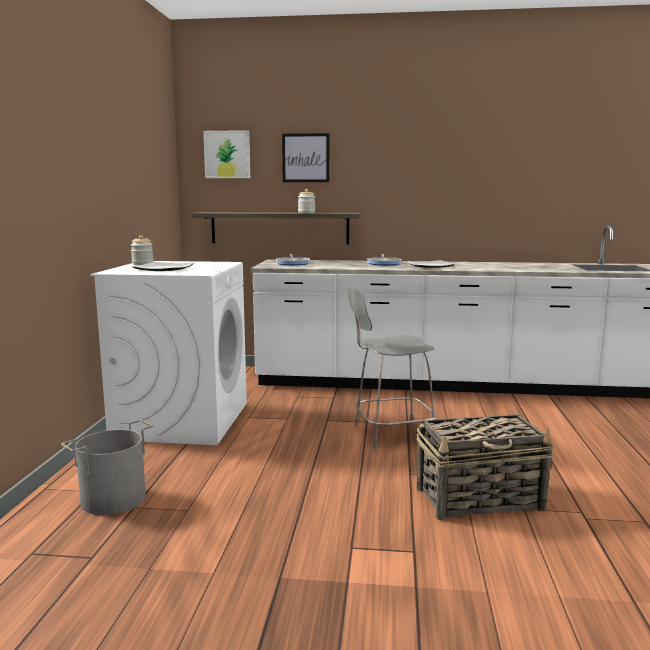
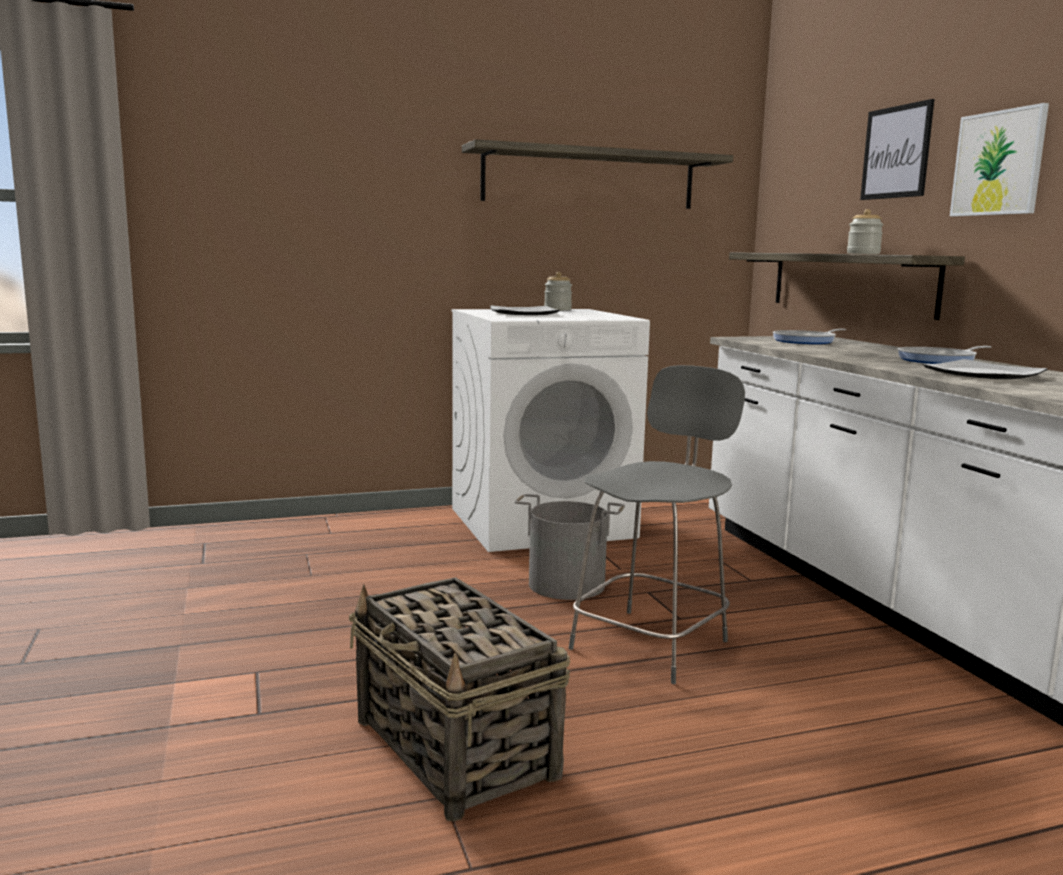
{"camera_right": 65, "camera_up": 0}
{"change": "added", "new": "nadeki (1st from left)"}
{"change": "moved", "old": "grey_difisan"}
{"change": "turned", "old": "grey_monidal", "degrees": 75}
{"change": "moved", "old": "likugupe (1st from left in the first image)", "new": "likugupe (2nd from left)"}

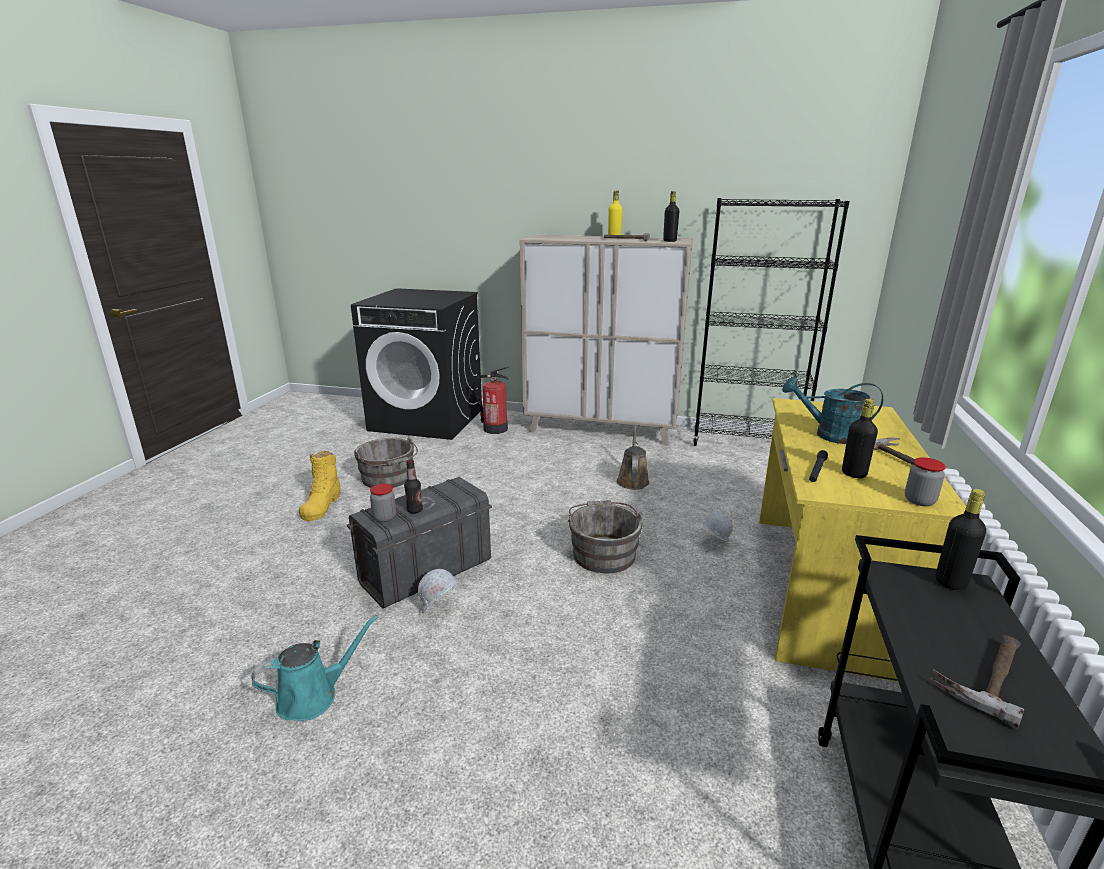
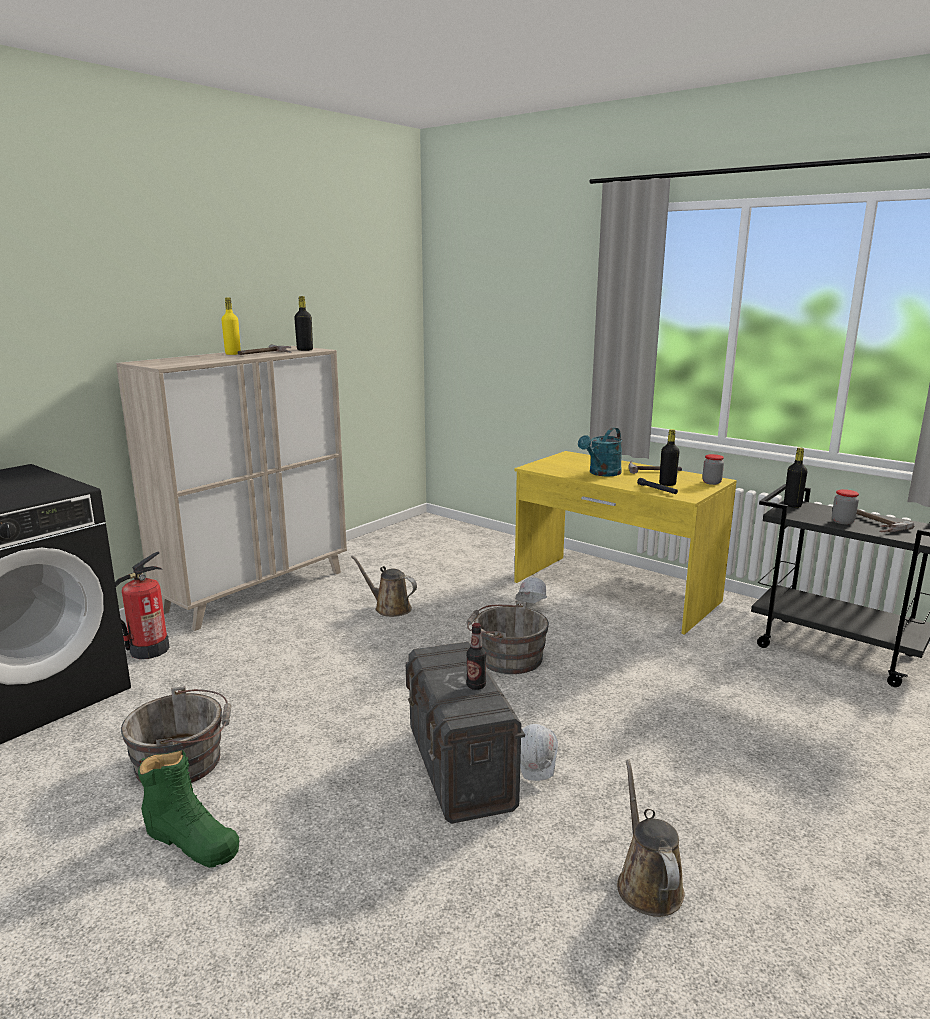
{"camera_right": -65, "camera_up": -5}
{"change": "recoloured", "old": "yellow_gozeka", "new": "green_gozeka"}
{"change": "recoloured", "old": "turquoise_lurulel (1st from left)", "new": "brown_lurulel (2nd from left)"}
{"change": "moved", "old": "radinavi (1st from left in the first image)", "new": "radinavi (2nd from left)"}
{"change": "removed", "old": "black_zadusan"}

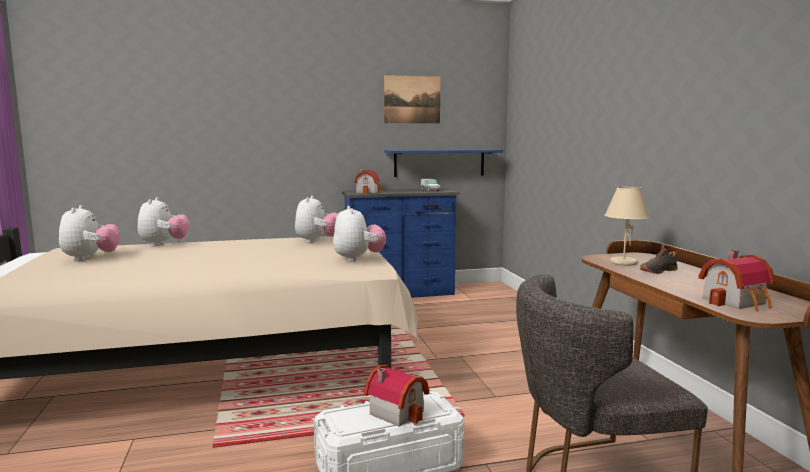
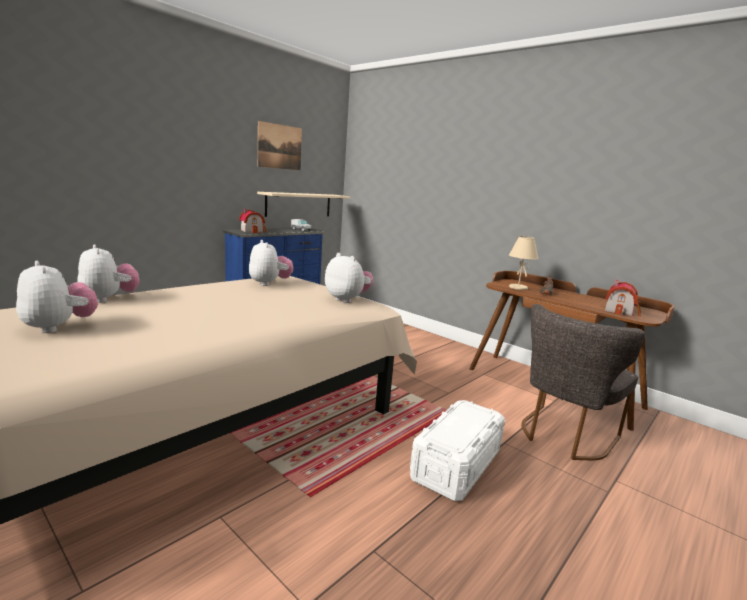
{"camera_right": -35, "camera_up": 5}
{"change": "recoloured", "old": "blue_nadeki", "new": "beige_nadeki"}
{"change": "removed", "old": "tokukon (2nd from left)"}

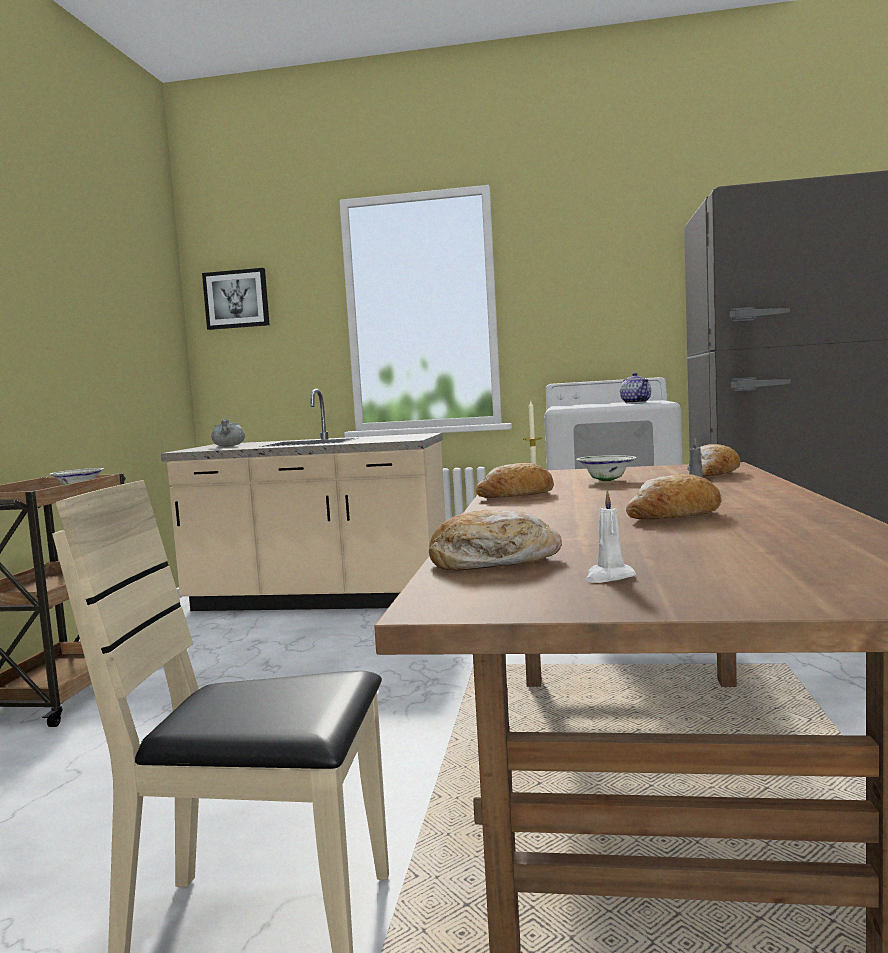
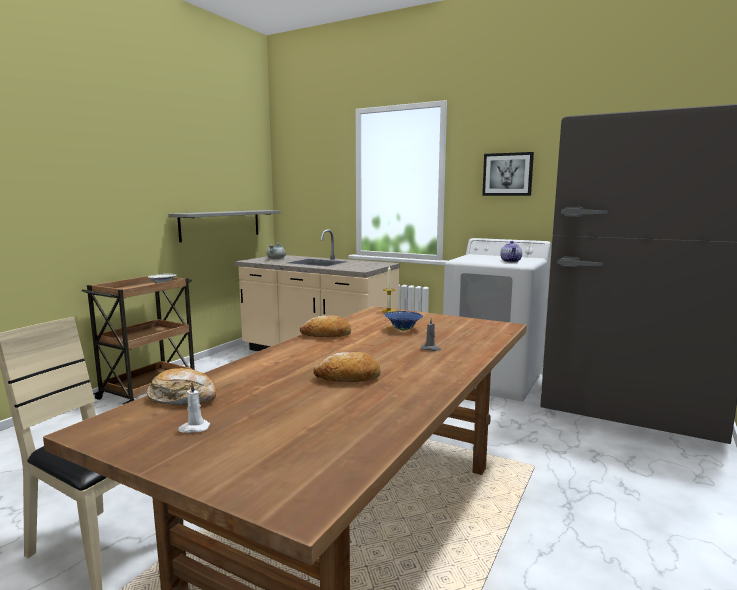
{"camera_right": 20, "camera_up": 5}
{"change": "added", "new": "grey_nadeki"}
{"change": "recoloured", "old": "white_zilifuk (2nd from left)", "new": "blue_zilifuk"}
{"change": "moved", "old": "likugupe"}
{"change": "removed", "old": "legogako (4th from left)"}

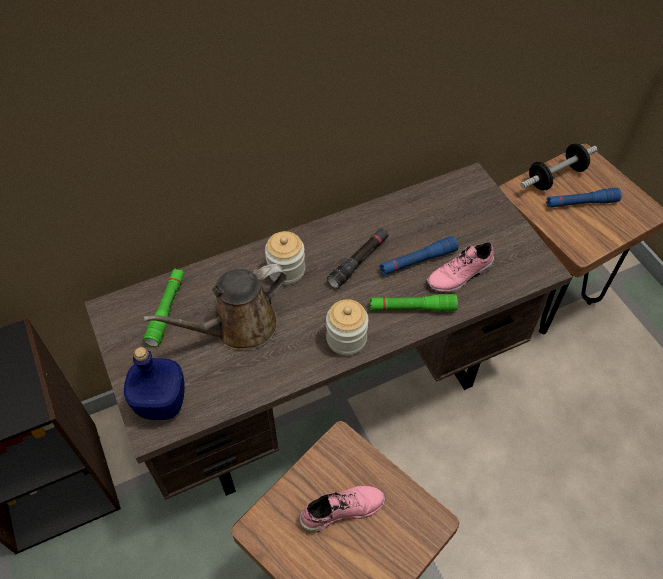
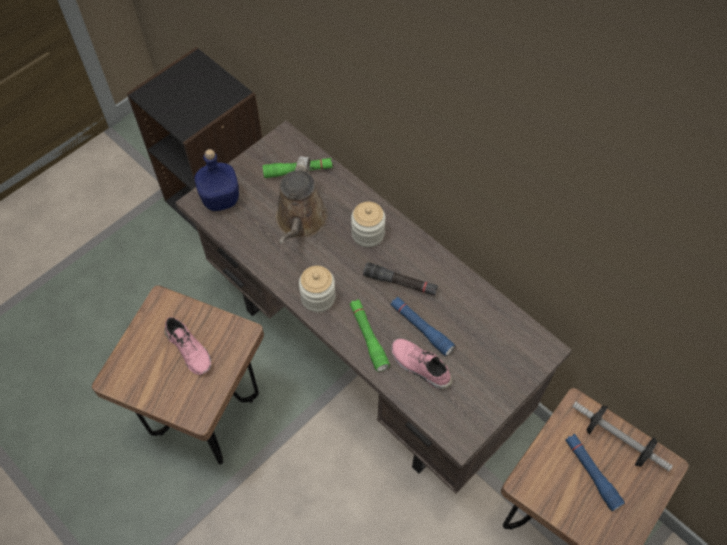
{"camera_right": 70, "camera_up": 5}
{"change": "turned", "old": "brown_lurulel", "degrees": -120}

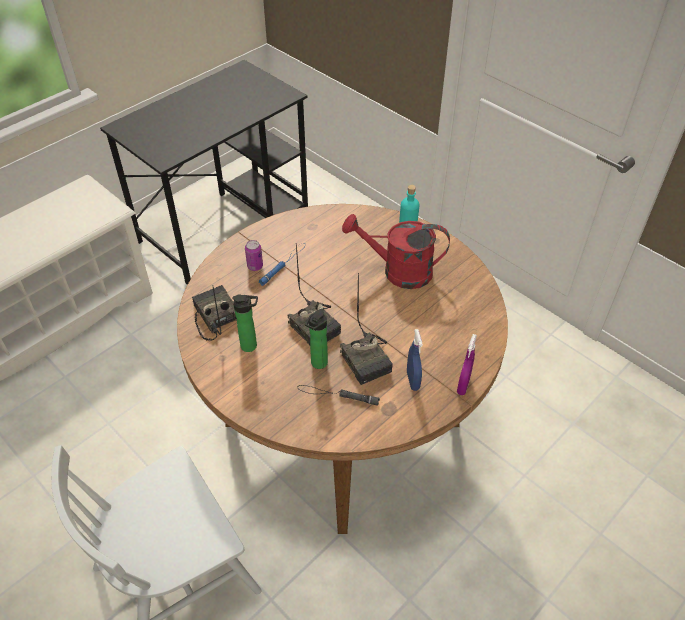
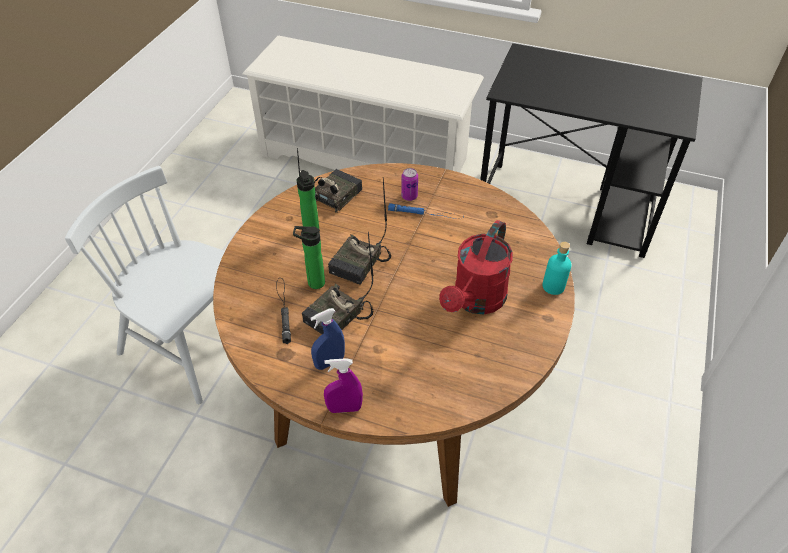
{"camera_right": 65, "camera_up": 0}
{"change": "turned", "old": "red_lurulel", "degrees": -135}

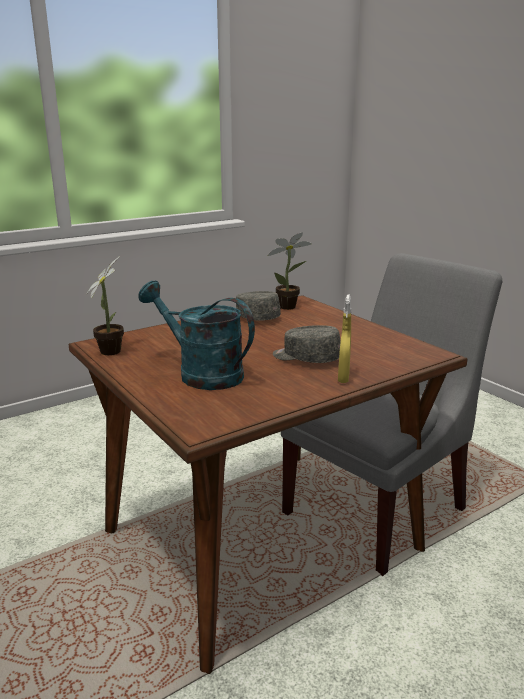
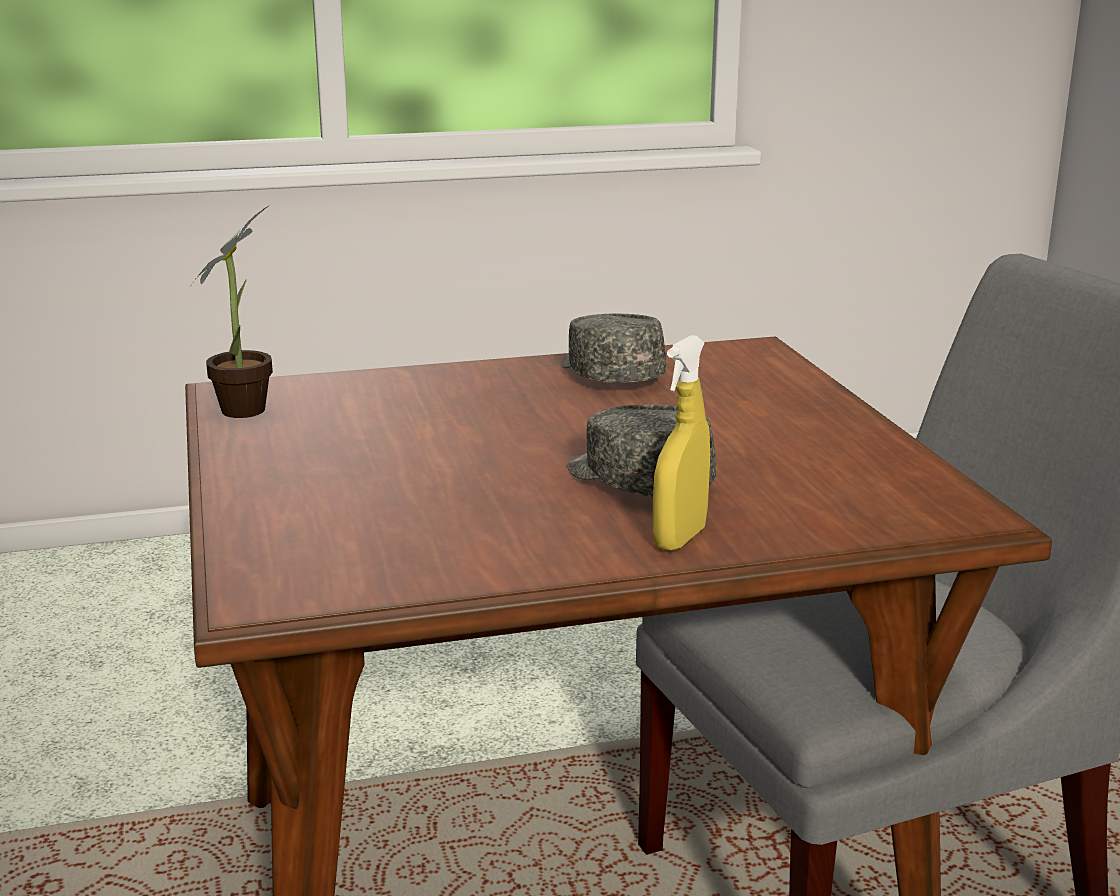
{"camera_right": 20, "camera_up": 0}
{"change": "removed", "old": "turquoise_lurulel"}
{"change": "removed", "old": "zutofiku (2nd from left)"}

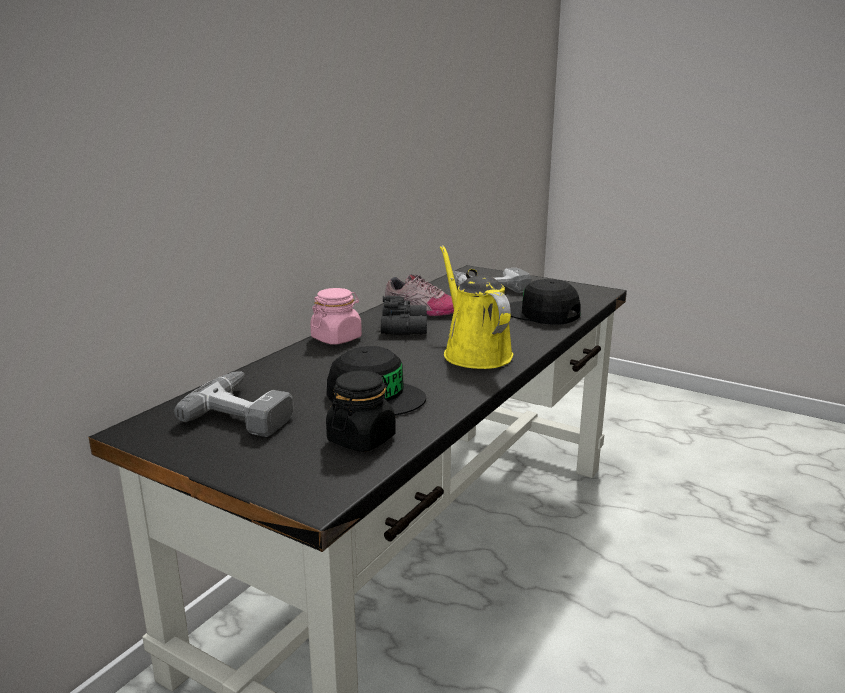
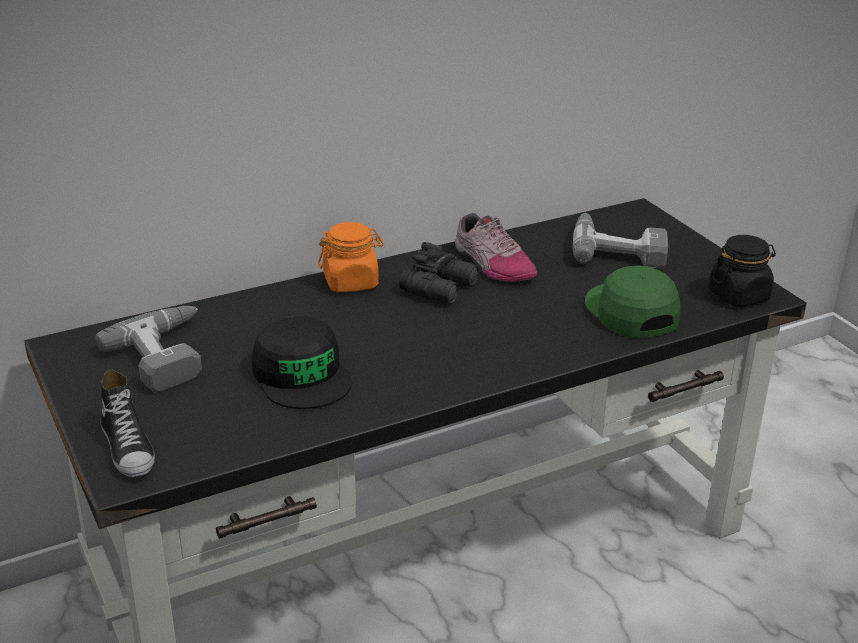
{"camera_right": 30, "camera_up": 10}
{"change": "added", "new": "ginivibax (1st from left)"}
{"change": "recoloured", "old": "pink_radinavi", "new": "orange_radinavi"}
{"change": "recoloured", "old": "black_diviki (2nd from left)", "new": "green_diviki"}
{"change": "moved", "old": "black_radinavi"}
{"change": "removed", "old": "yellow_lurulel"}

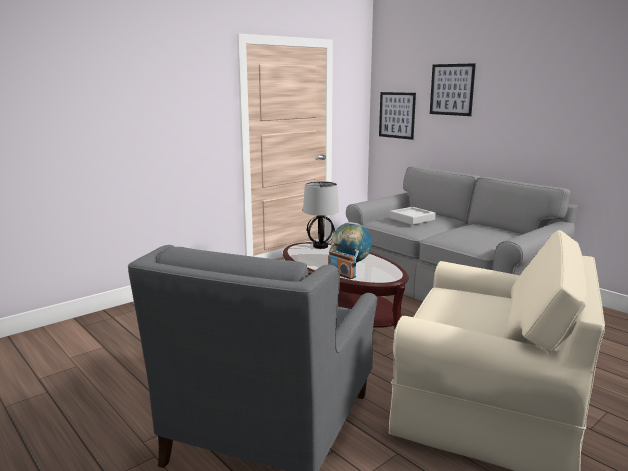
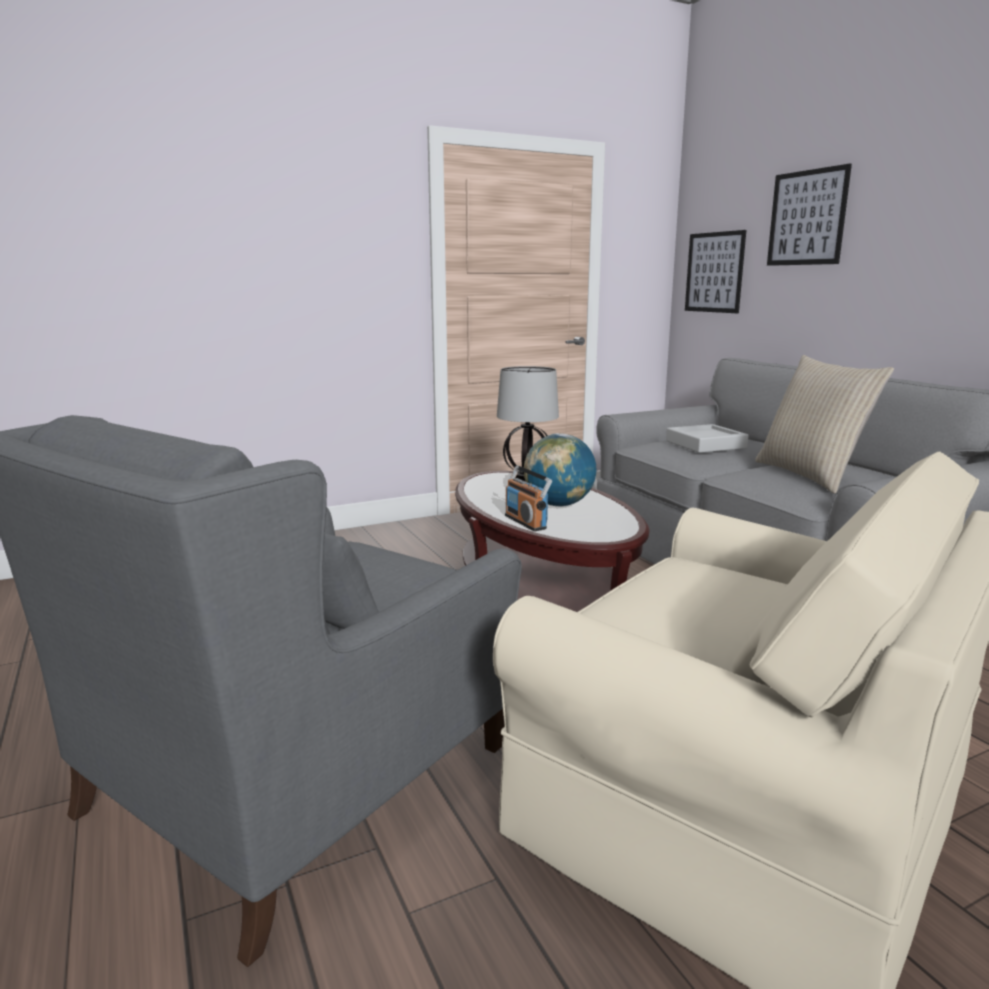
{"camera_right": 15, "camera_up": 0}
{"change": "added", "new": "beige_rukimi"}

